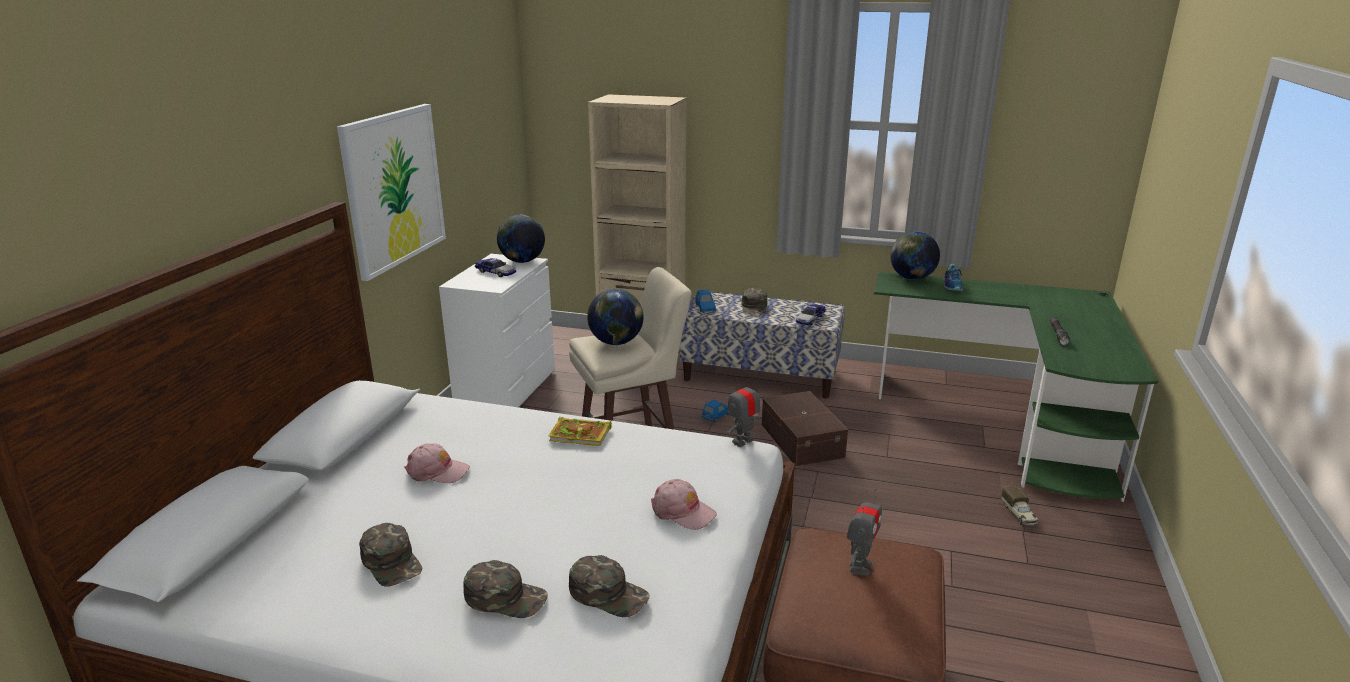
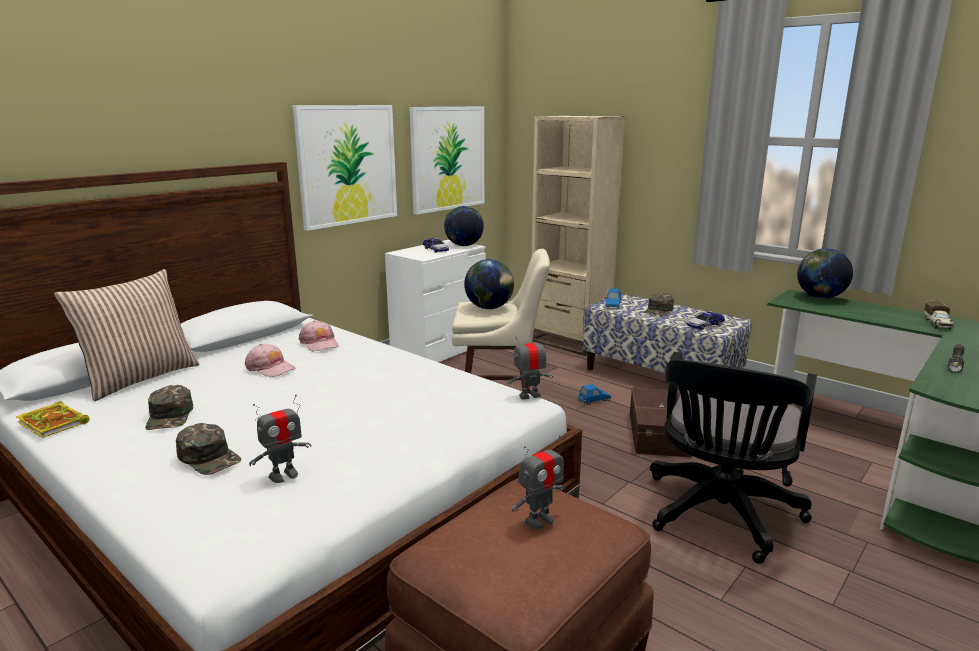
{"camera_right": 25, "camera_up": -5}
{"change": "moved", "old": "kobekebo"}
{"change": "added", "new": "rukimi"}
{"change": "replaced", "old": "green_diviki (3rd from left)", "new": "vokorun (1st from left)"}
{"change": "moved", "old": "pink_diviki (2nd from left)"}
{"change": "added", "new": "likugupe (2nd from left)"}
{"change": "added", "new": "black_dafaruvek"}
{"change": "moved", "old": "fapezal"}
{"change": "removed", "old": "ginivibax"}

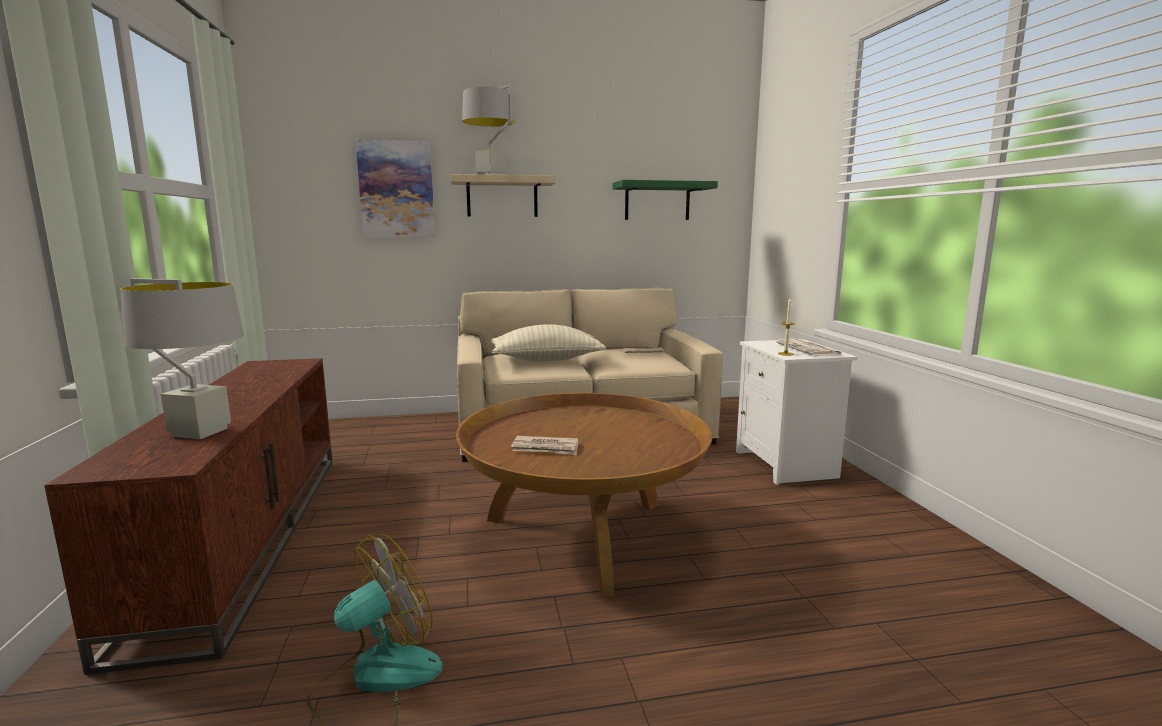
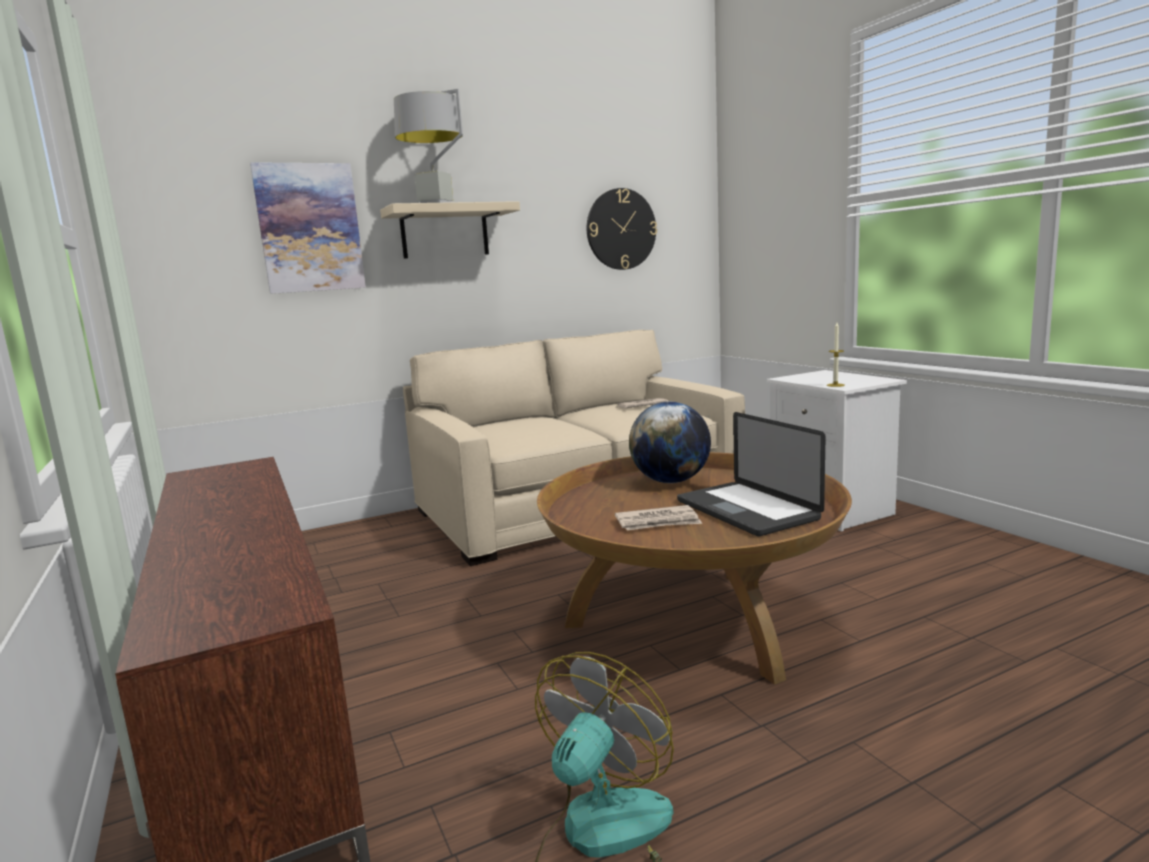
{"camera_right": -15, "camera_up": 0}
{"change": "replaced", "old": "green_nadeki", "new": "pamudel"}
{"change": "added", "new": "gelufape"}
{"change": "added", "new": "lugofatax"}
{"change": "removed", "old": "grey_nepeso (1st from left)"}
{"change": "removed", "old": "beige_rukimi"}
{"change": "removed", "old": "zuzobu (3rd from left)"}

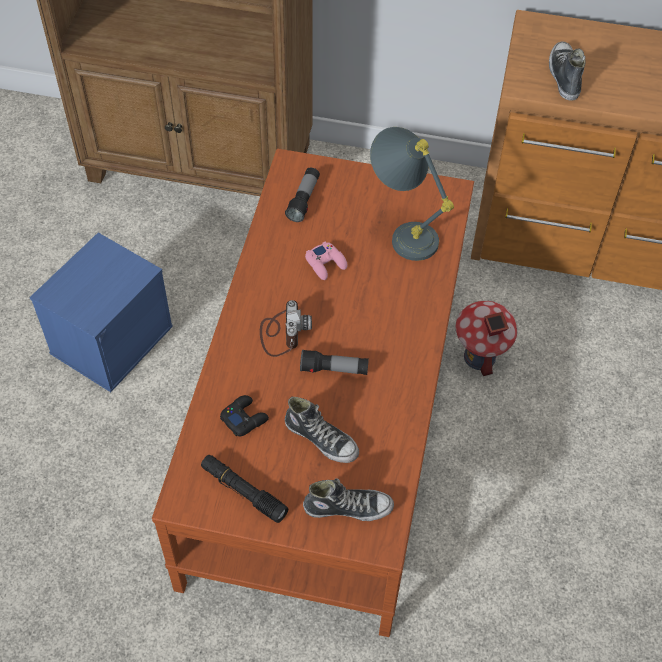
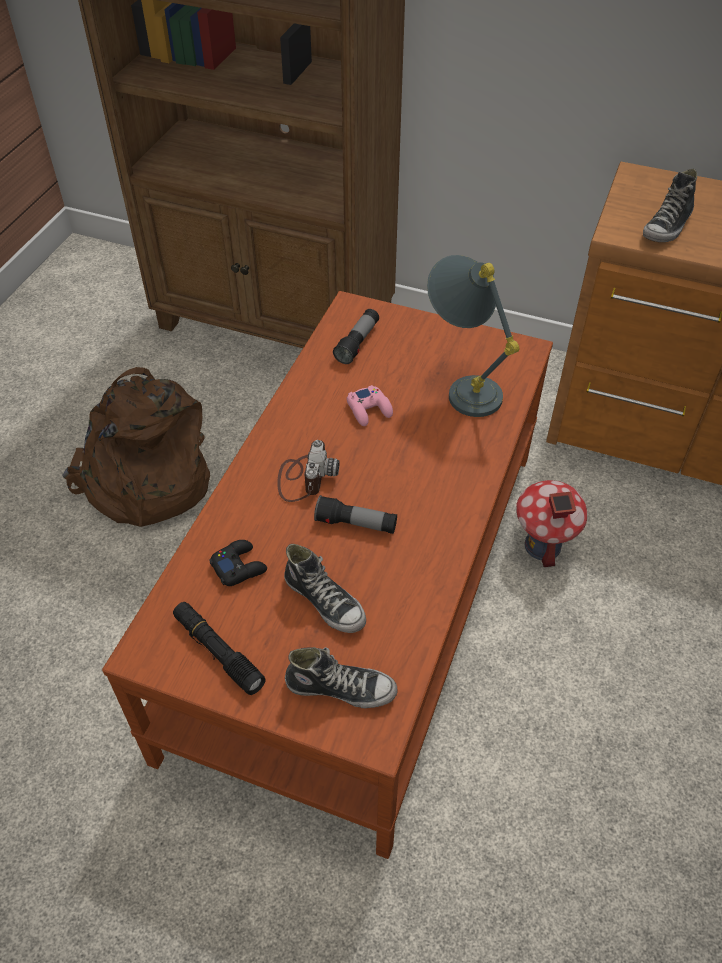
{"camera_right": 10, "camera_up": -5}
{"change": "replaced", "old": "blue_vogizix", "new": "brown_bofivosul"}
{"change": "turned", "old": "ginivibax (3rd from left)", "degrees": -150}

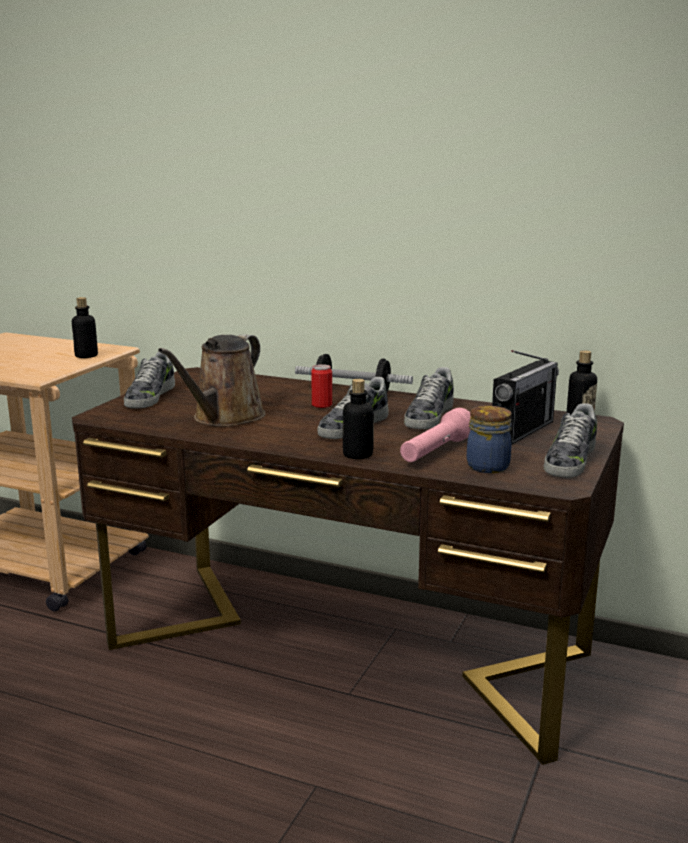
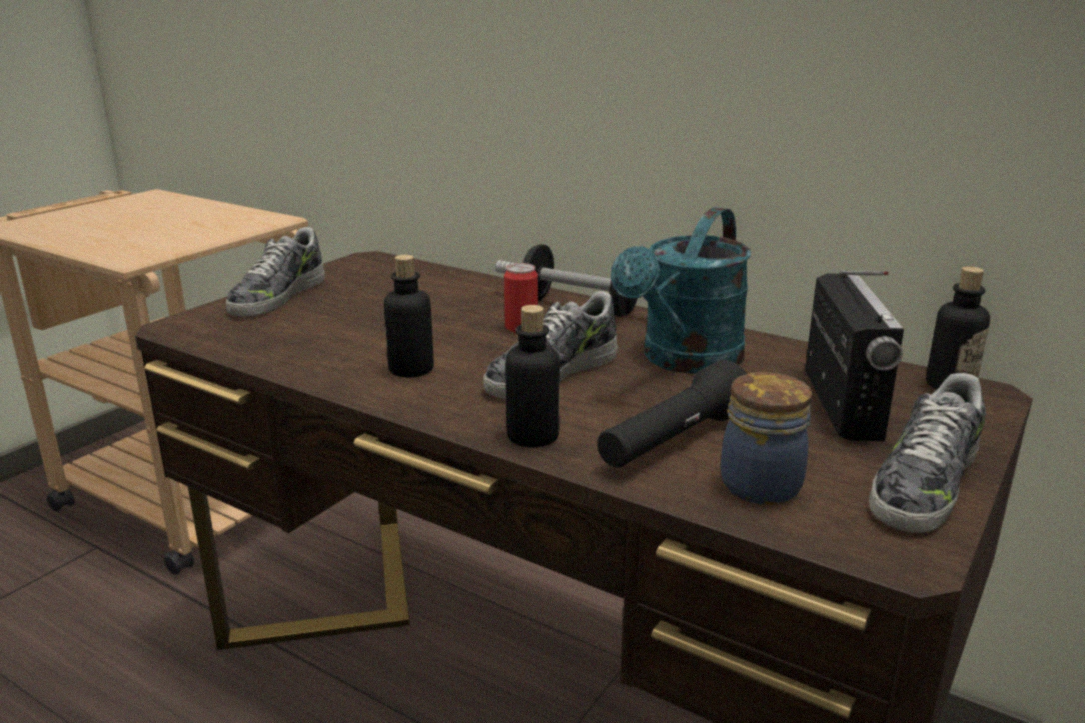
{"camera_right": 10, "camera_up": 5}
{"change": "moved", "old": "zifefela (1st from left)"}
{"change": "recoloured", "old": "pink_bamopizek", "new": "black_bamopizek"}
{"change": "replaced", "old": "ginivibax (3rd from left)", "new": "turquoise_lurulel"}
{"change": "turned", "old": "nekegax", "degrees": -45}
{"change": "removed", "old": "brown_lurulel"}

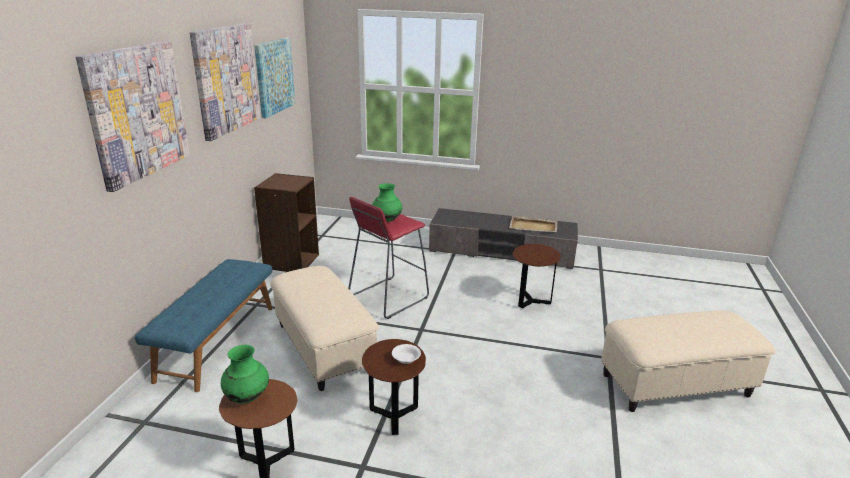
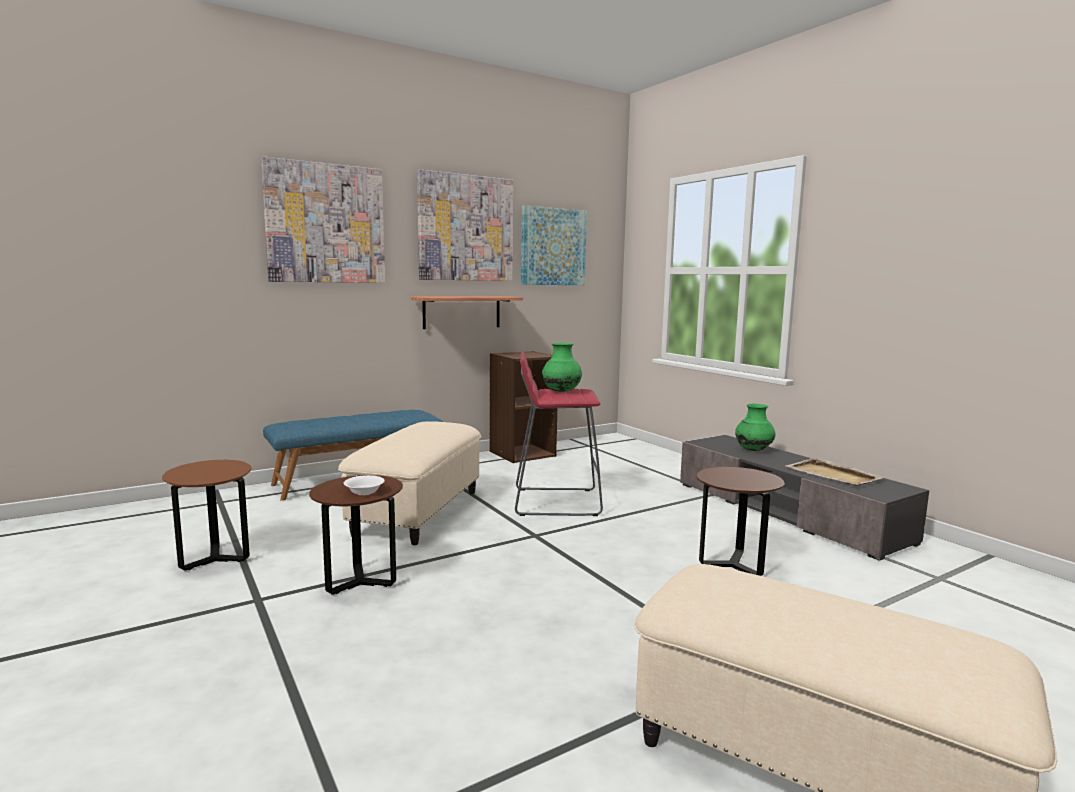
{"camera_right": 45, "camera_up": -15}
{"change": "added", "new": "nadeki"}
{"change": "moved", "old": "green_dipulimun (1st from left in the first image)", "new": "green_dipulimun (2nd from left)"}

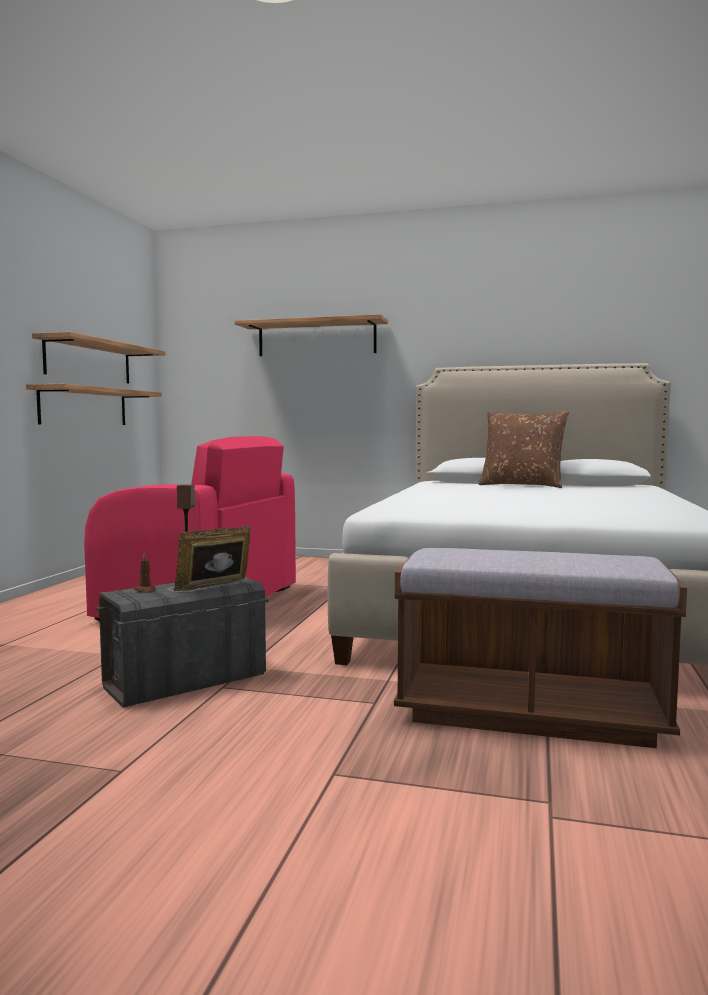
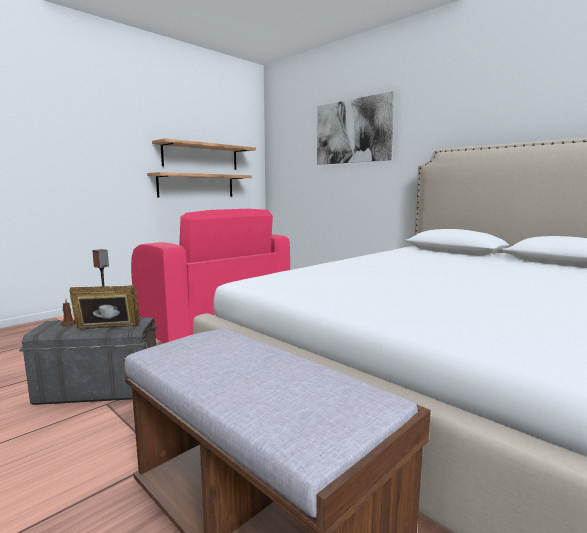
{"camera_right": 30, "camera_up": 5}
{"change": "replaced", "old": "nadeki (3rd from left)", "new": "likugupe"}
{"change": "removed", "old": "brown_rukimi"}

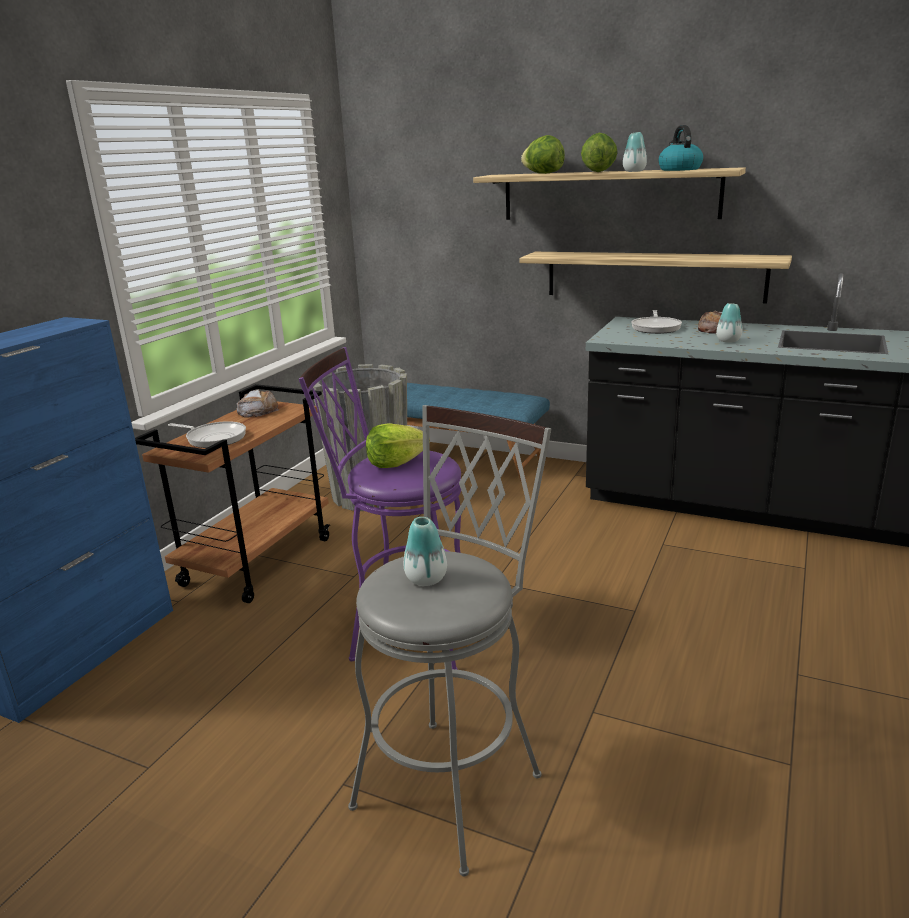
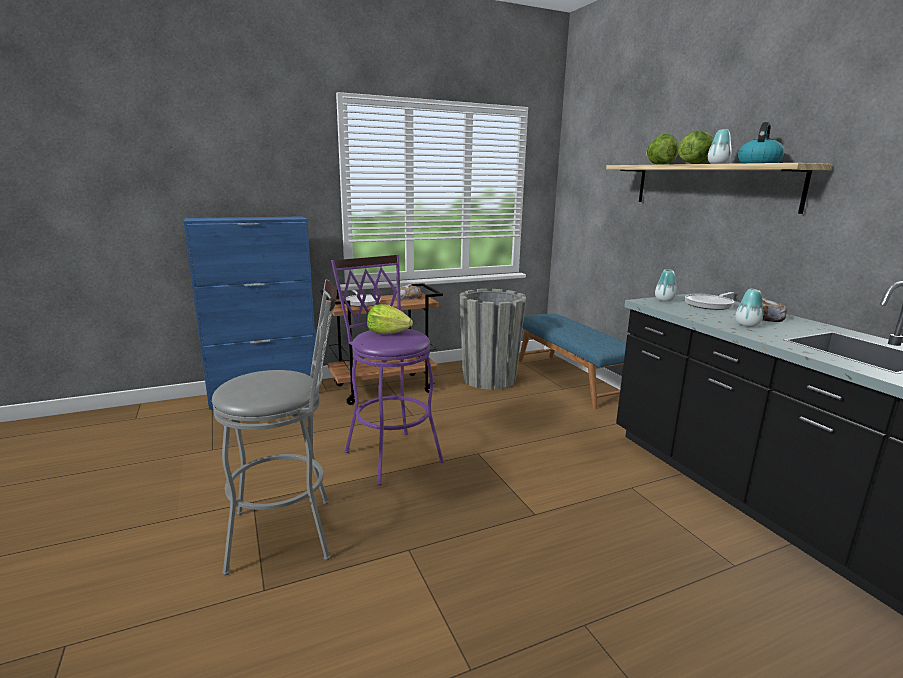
{"camera_right": 40, "camera_up": -5}
{"change": "moved", "old": "dipulimun (1st from left)"}
{"change": "removed", "old": "nadeki (2nd from left)"}

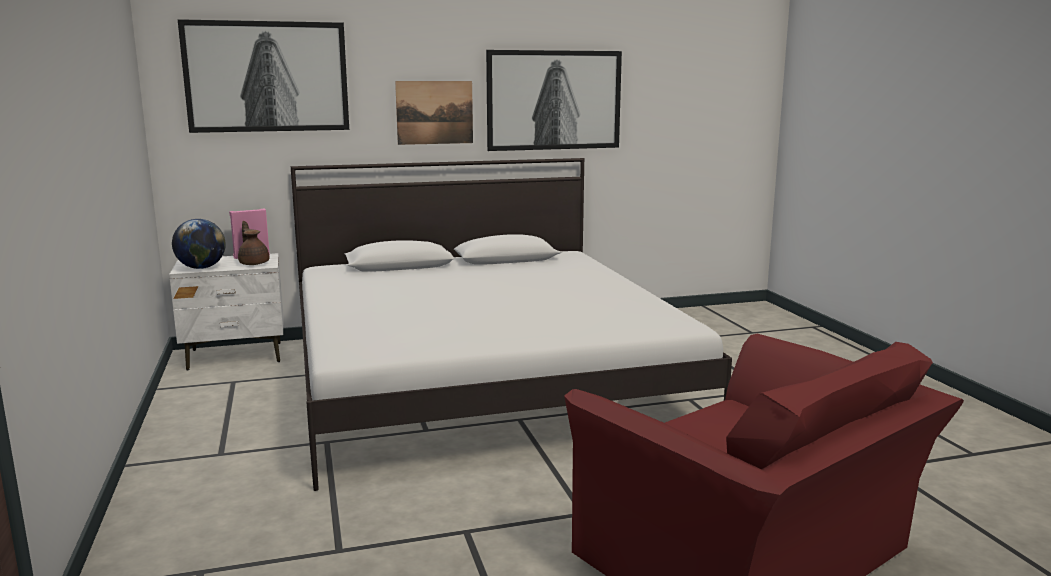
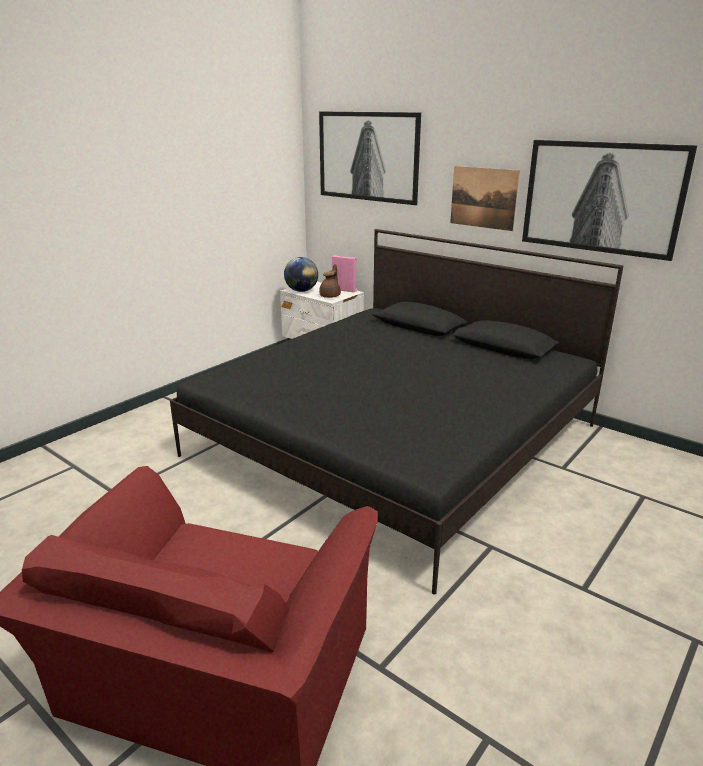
{"camera_right": 55, "camera_up": 10}
{"change": "recoloured", "old": "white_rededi", "new": "black_rededi"}

